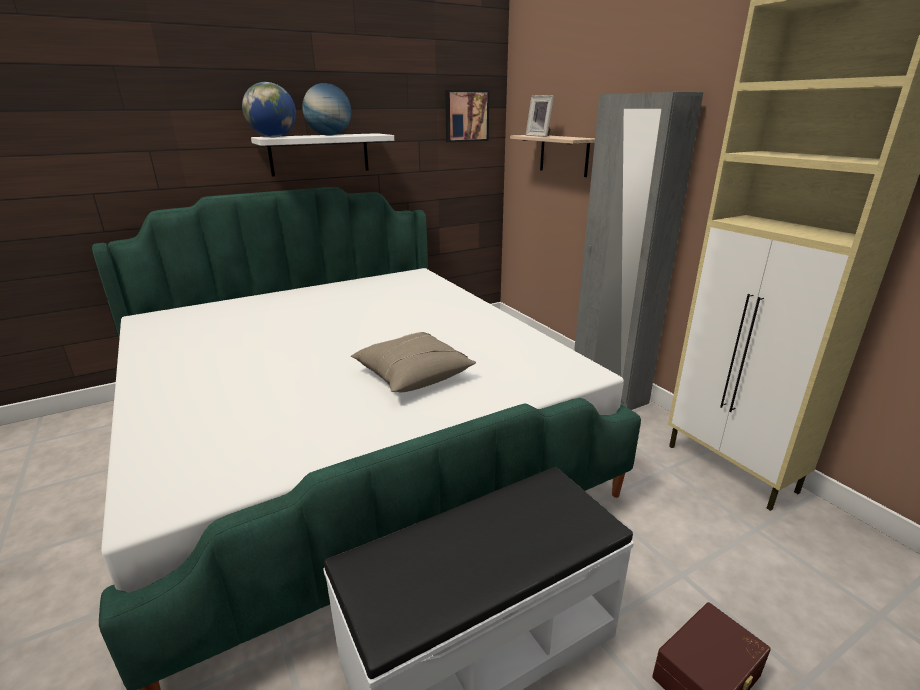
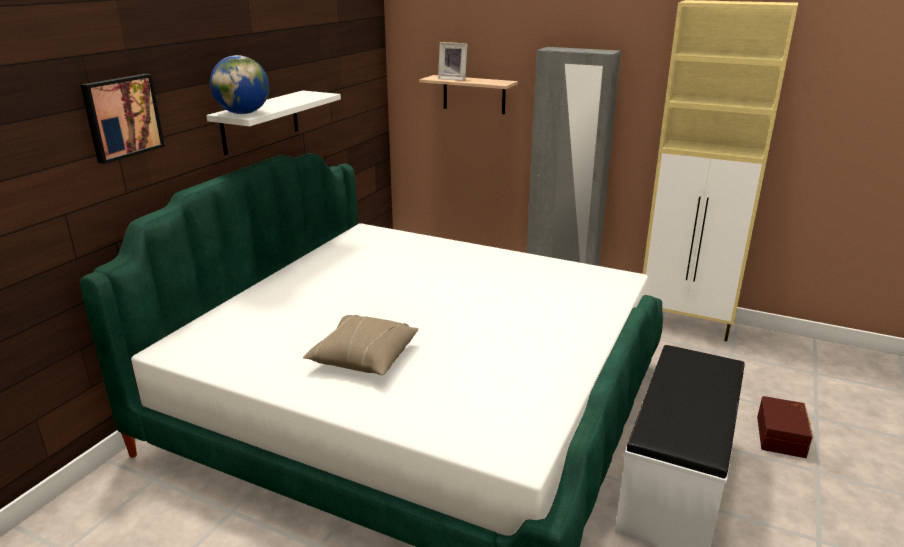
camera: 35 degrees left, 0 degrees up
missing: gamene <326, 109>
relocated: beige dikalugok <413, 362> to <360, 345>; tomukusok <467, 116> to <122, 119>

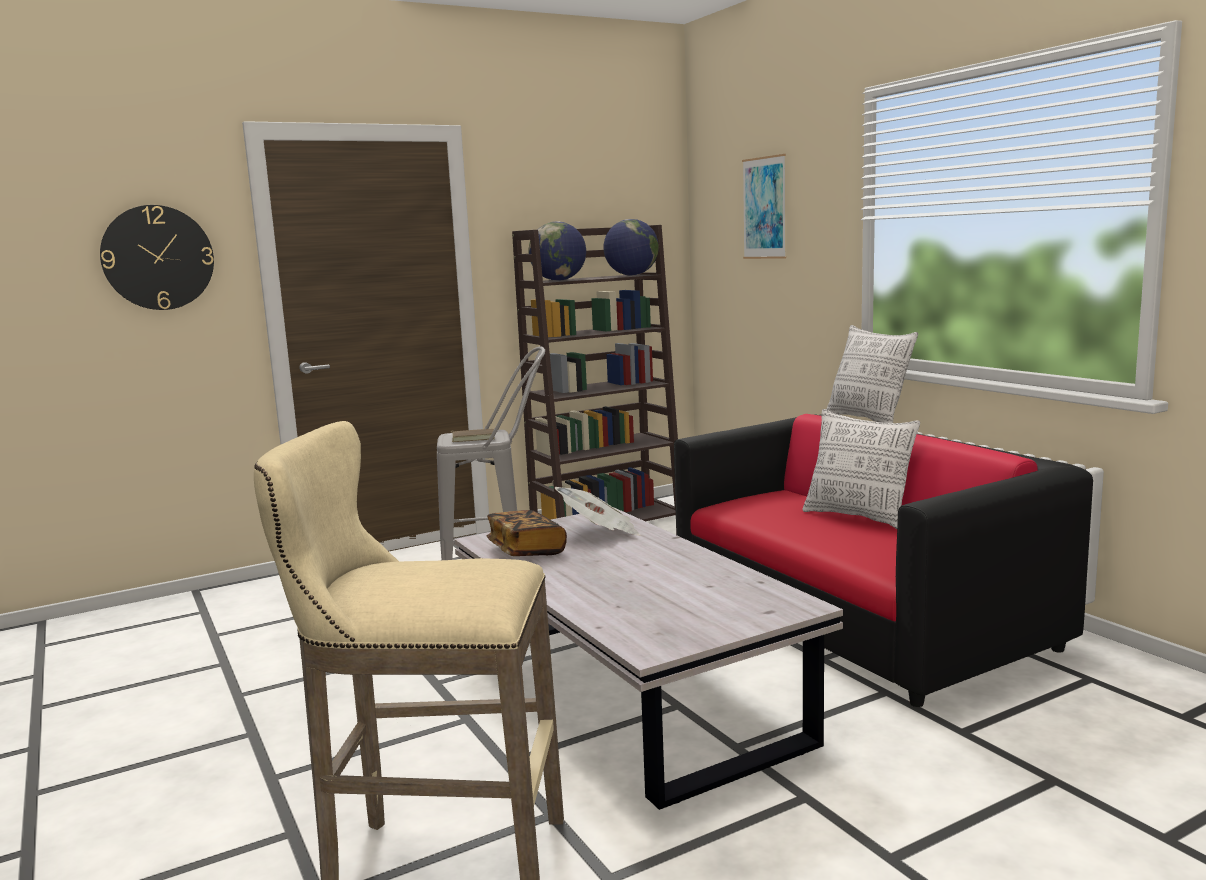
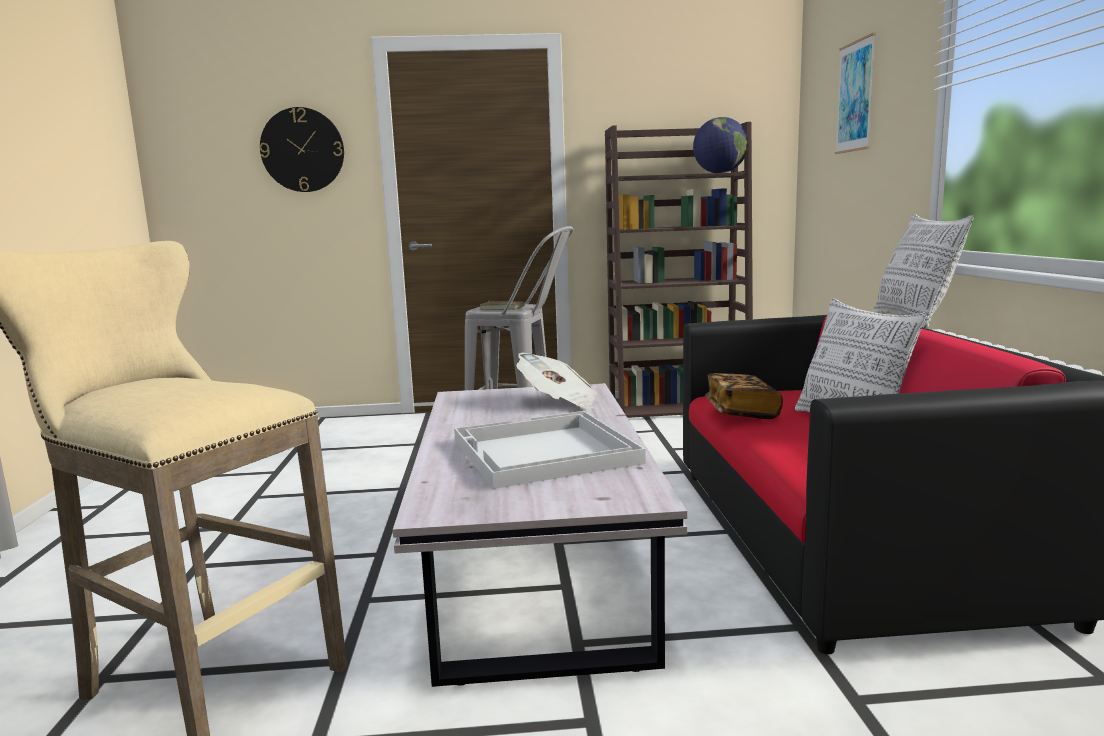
camera: 25 degrees right, 0 degrees up
missing: gamene <557, 251>
appeared: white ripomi <550, 450>
relocated: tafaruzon <526, 533> to <744, 396>

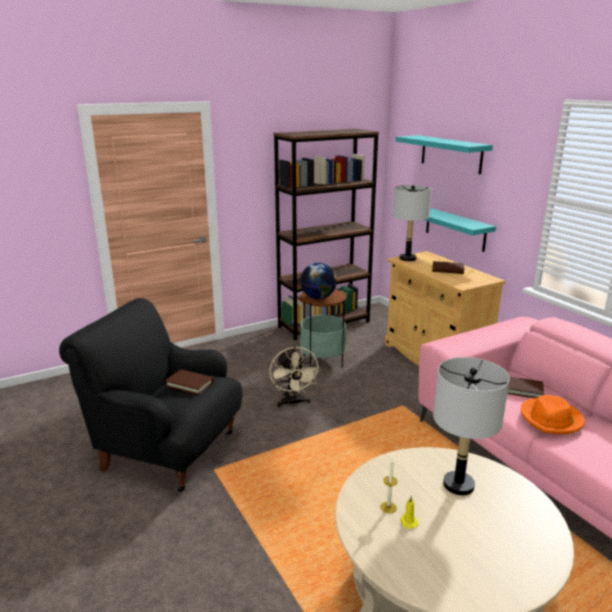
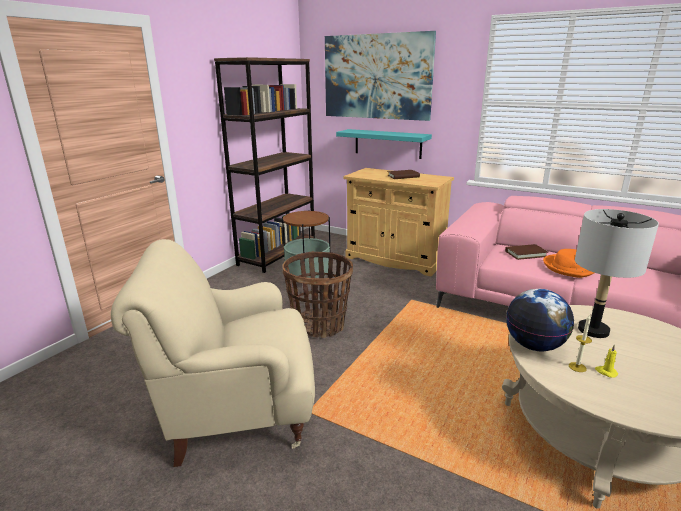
camera: 30 degrees left, 0 degrees up
missing: brown tafaruzon <189, 382>; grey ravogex <412, 223>
relocated: gamene <318, 281> to <540, 320>
exchanged: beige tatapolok <295, 376> to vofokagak <317, 294>; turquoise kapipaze <444, 154> to tomukusok <380, 76>
colour: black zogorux <150, 395> to beige zogorux <213, 353>

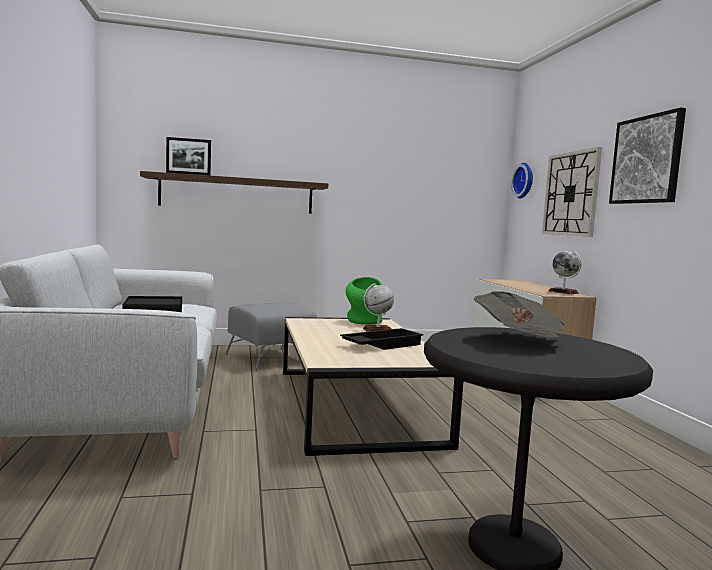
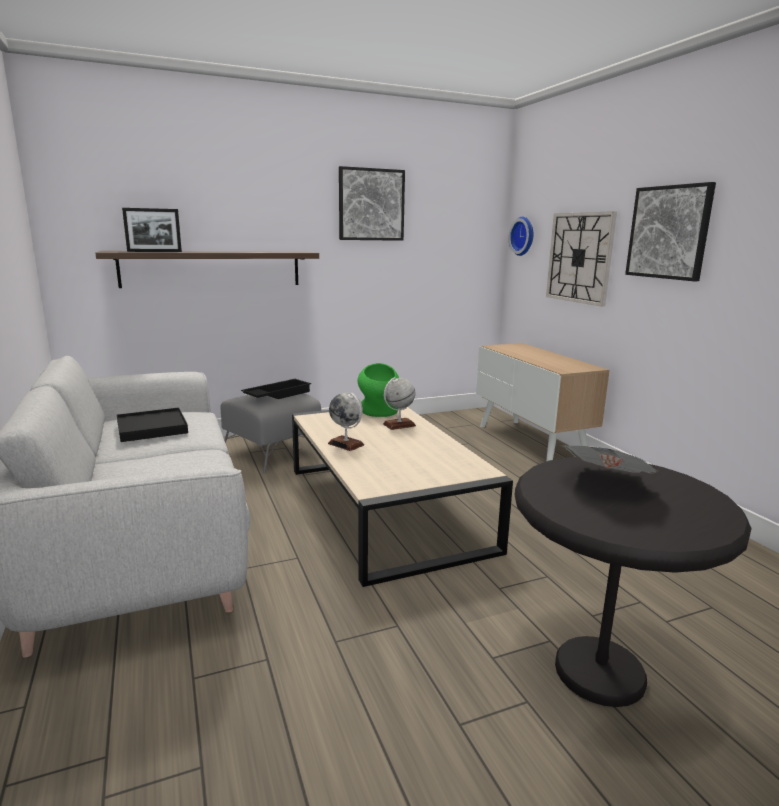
camera: 10 degrees left, 10 degrees up
appeared: tomukusok <372, 203>
relocated: black ripomi <382, 339> to <276, 389>; gamene <565, 272> to <346, 422>

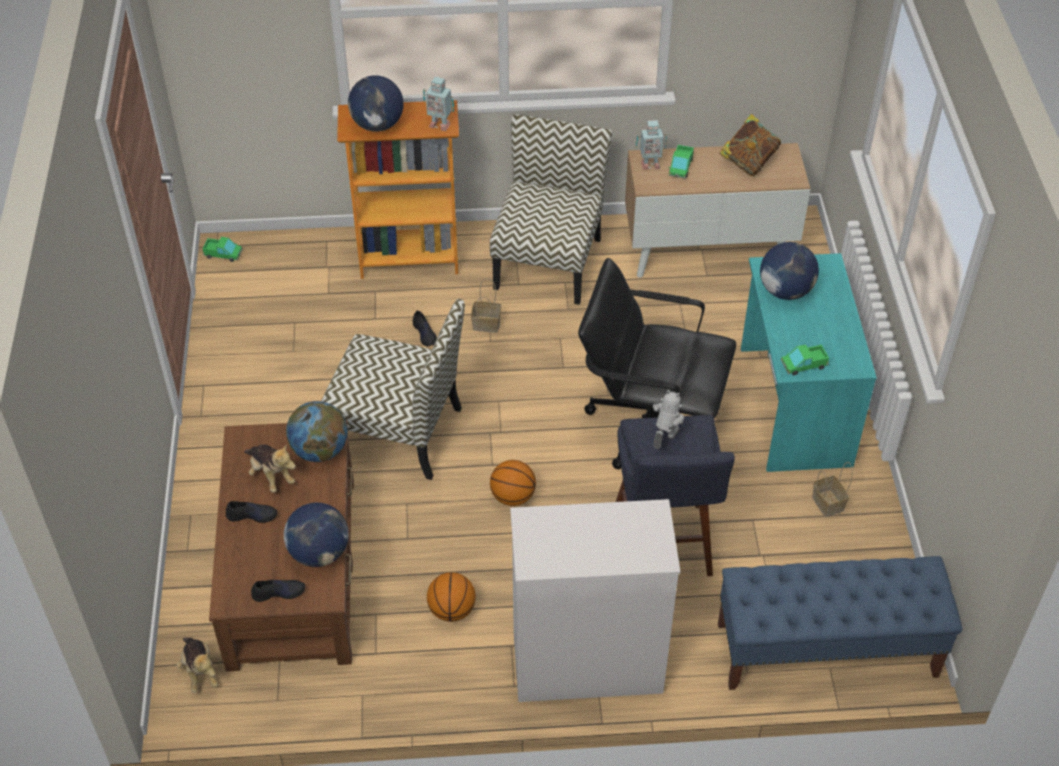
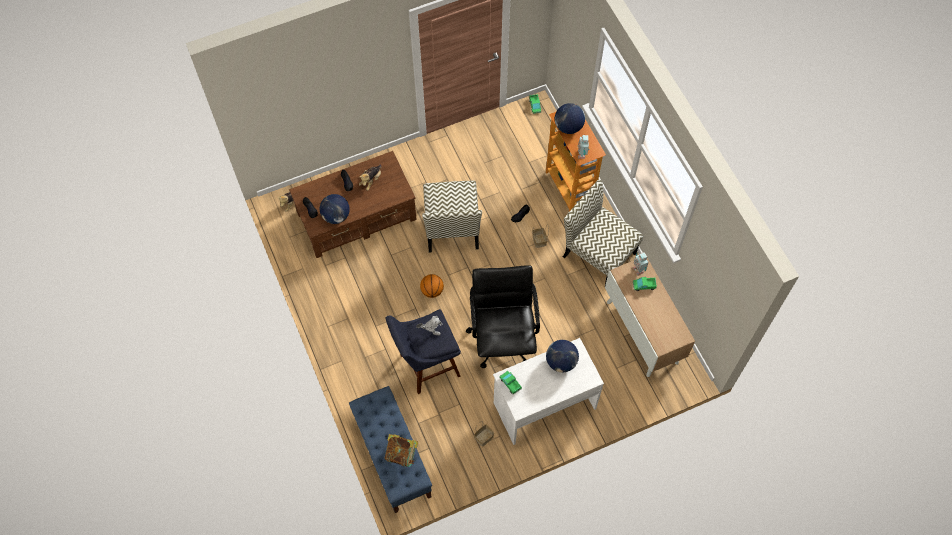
camera: 70 degrees right, 15 degrees up
missing: gamene <317, 431>; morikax <451, 597>; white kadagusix <595, 600>
relocated: tafaruzon <750, 145> to <401, 450>
colour: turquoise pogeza <809, 362> to white pogeza <548, 391>
spun: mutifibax <551, 209> = <602, 232> 135 degrees counterclockwise

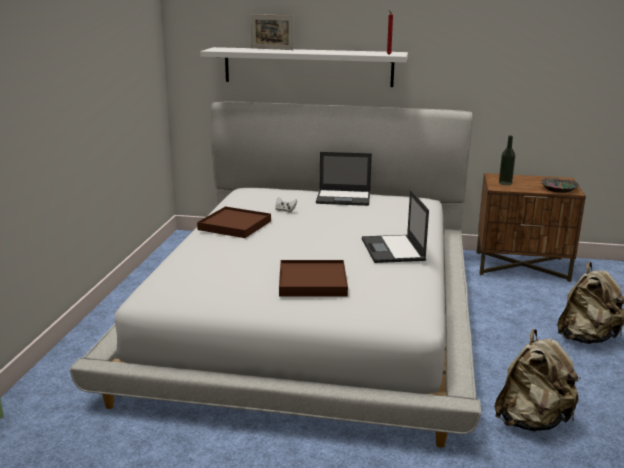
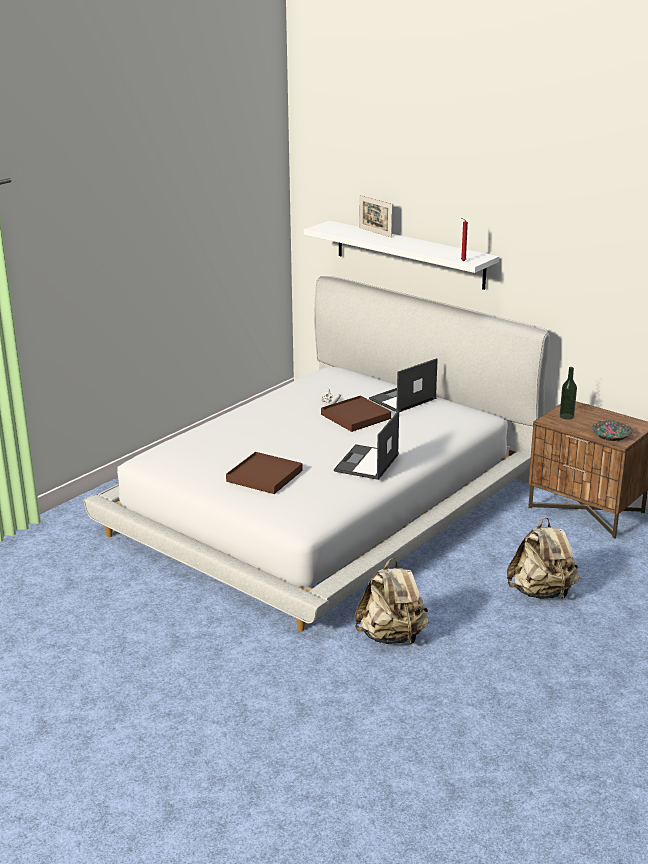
camera: 30 degrees right, 5 degrees up
relocated: brown ripomi <234, 222> to <356, 414>
spun: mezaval <344, 179> = <403, 385> 105 degrees clockwise

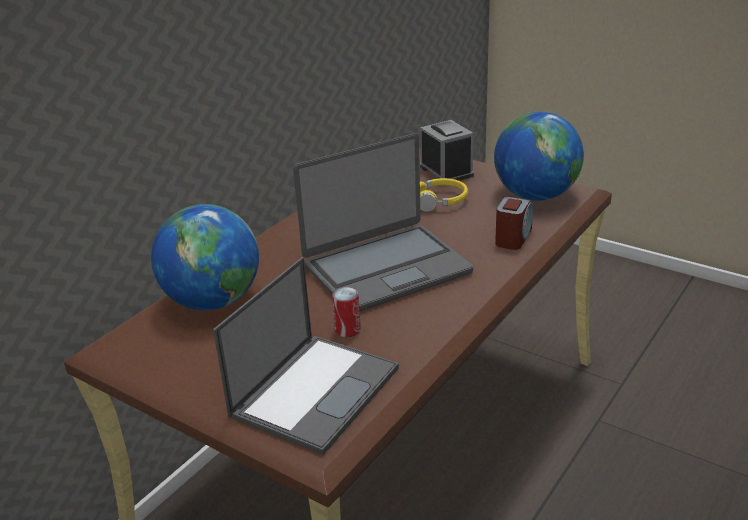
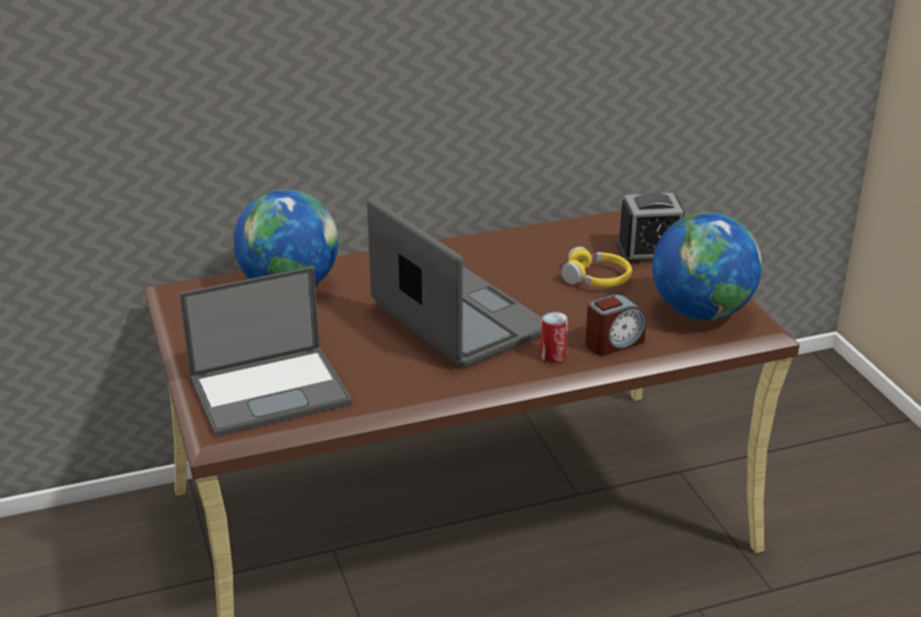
camera: 35 degrees right, 0 degrees up
relocated: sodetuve <346, 312> to <554, 337>
spun: mezaval <383, 223> = <454, 283> 135 degrees counterclockwise; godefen <447, 150> = <650, 228> 75 degrees clockwise

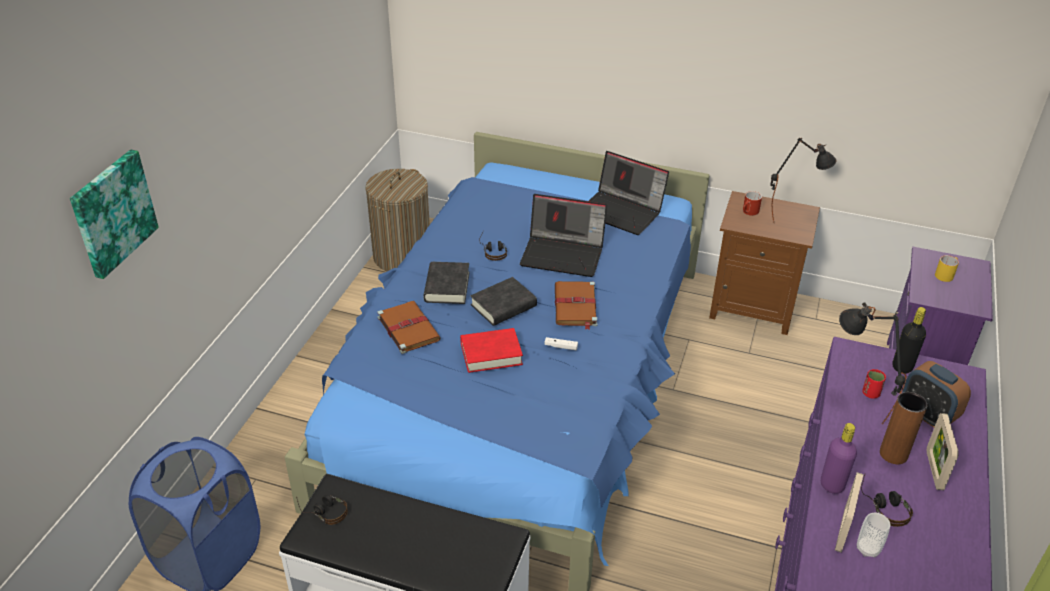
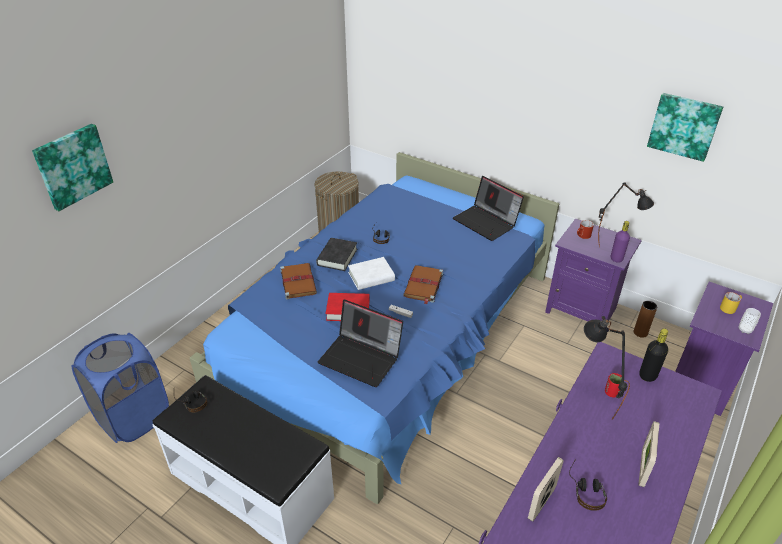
camera: 15 degrees right, 0 degrees up
missing: godefen <936, 394>
appeared: tomukusok <685, 127>
relocated: mezaval <563, 235> to <360, 343>; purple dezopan <839, 458> to <620, 242>; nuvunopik <873, 535> to <749, 321>; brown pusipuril <903, 428> to <645, 319>
colour: black tafaruzon <504, 301> to white tafaruzon <371, 273>; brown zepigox <764, 263> to purple zepigox <593, 270>

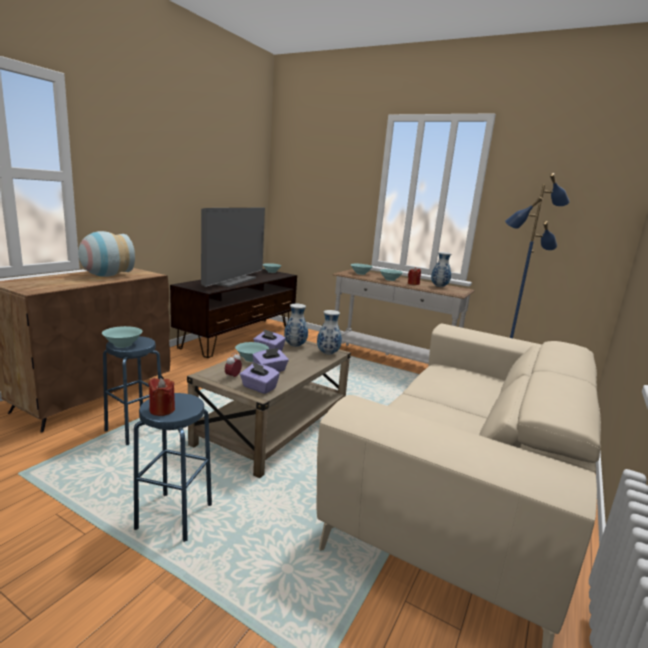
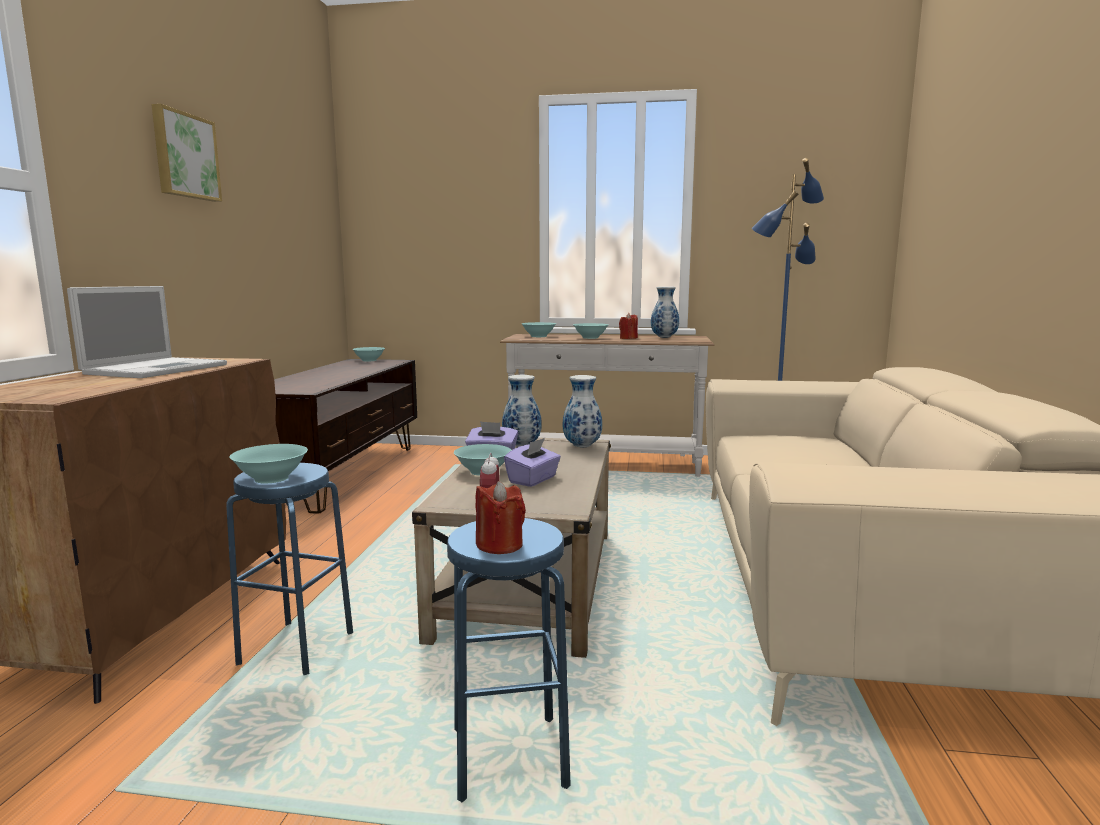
camera: 20 degrees left, 5 degrees down
missing: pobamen <233, 247>; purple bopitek <260, 378>
appeared: tomukusok <186, 153>
exchanged: pusipuril <106, 254> to mezaval <147, 332>

